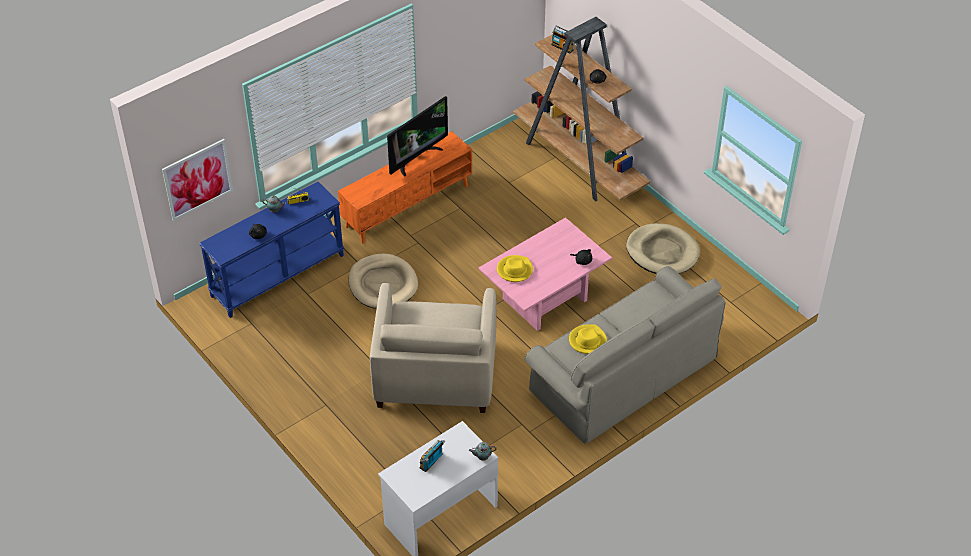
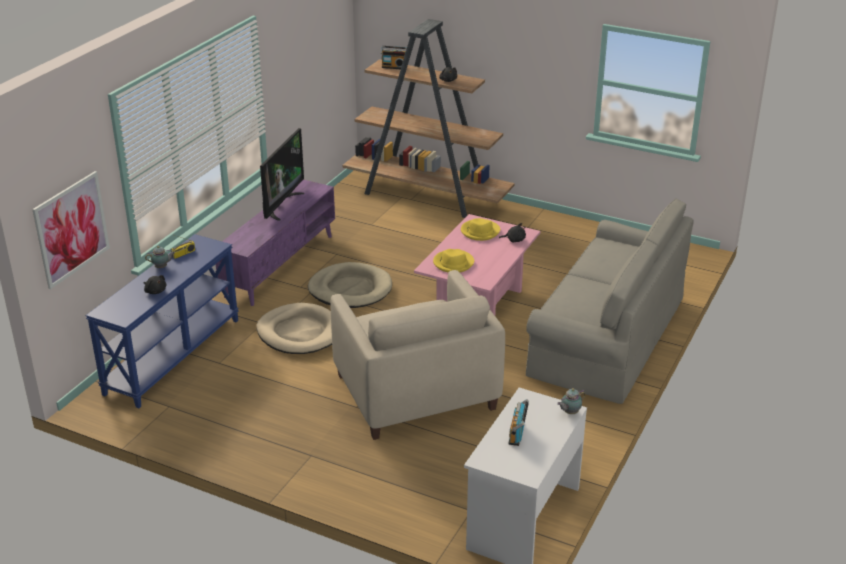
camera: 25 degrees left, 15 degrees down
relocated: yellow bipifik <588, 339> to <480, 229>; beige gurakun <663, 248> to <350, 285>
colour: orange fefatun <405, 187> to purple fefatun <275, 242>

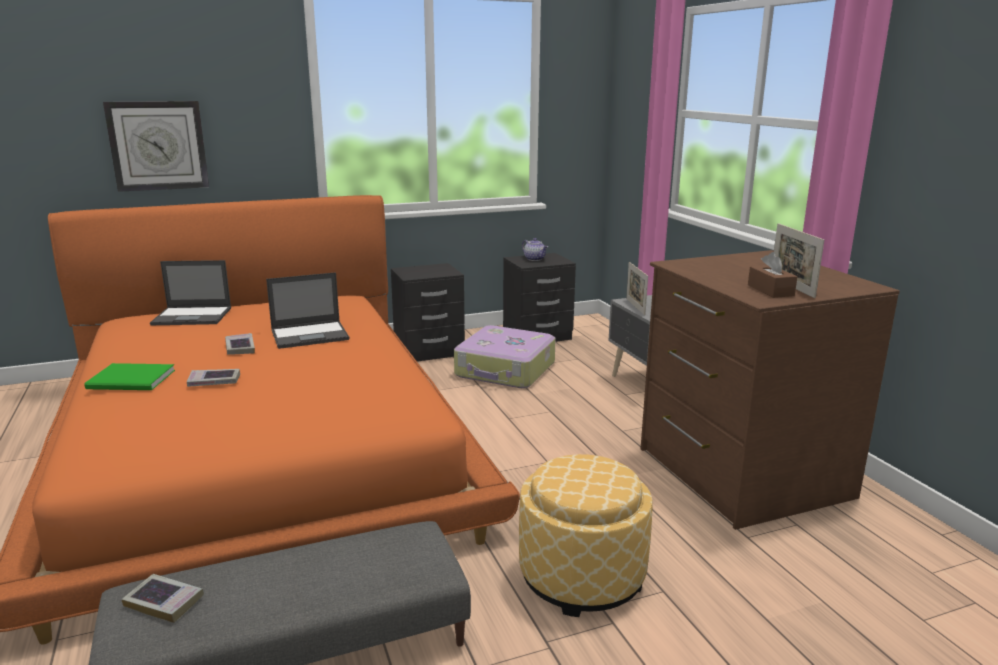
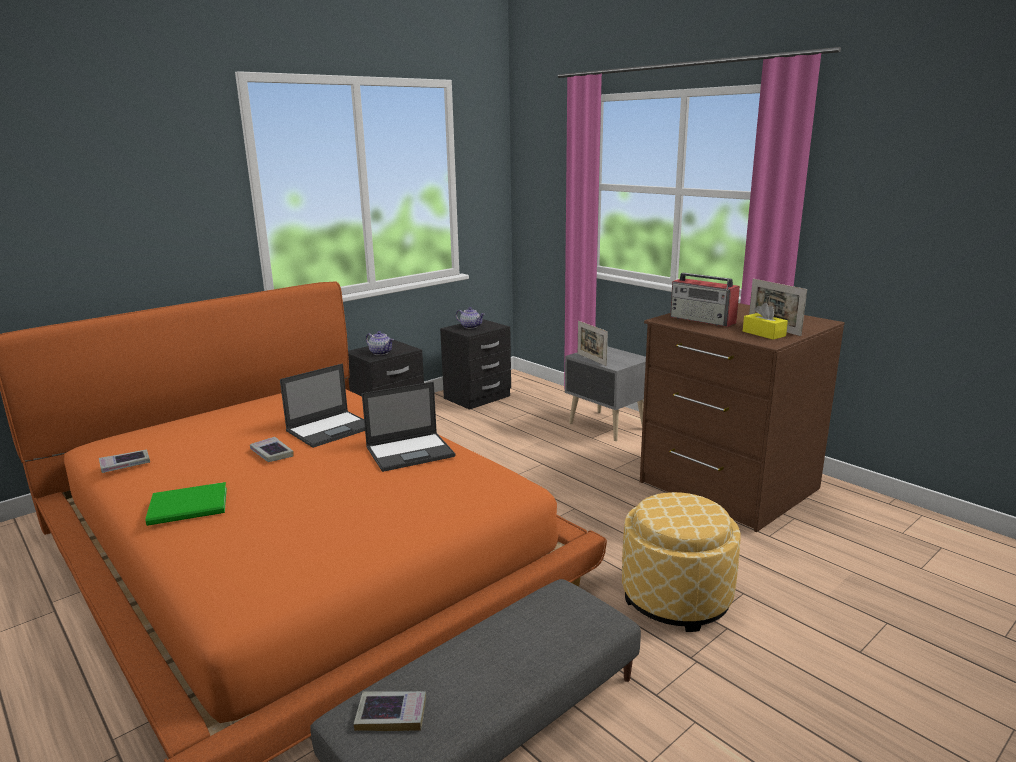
camera: 20 degrees left, 0 degrees up
missing: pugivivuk <156, 146>; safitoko <505, 356>
appeared: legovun <380, 343>; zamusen <705, 300>
relocated: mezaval <190, 292> to <408, 427>; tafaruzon <213, 378> to <124, 461>
colour: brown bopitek <772, 275> to yellow bopitek <765, 321>

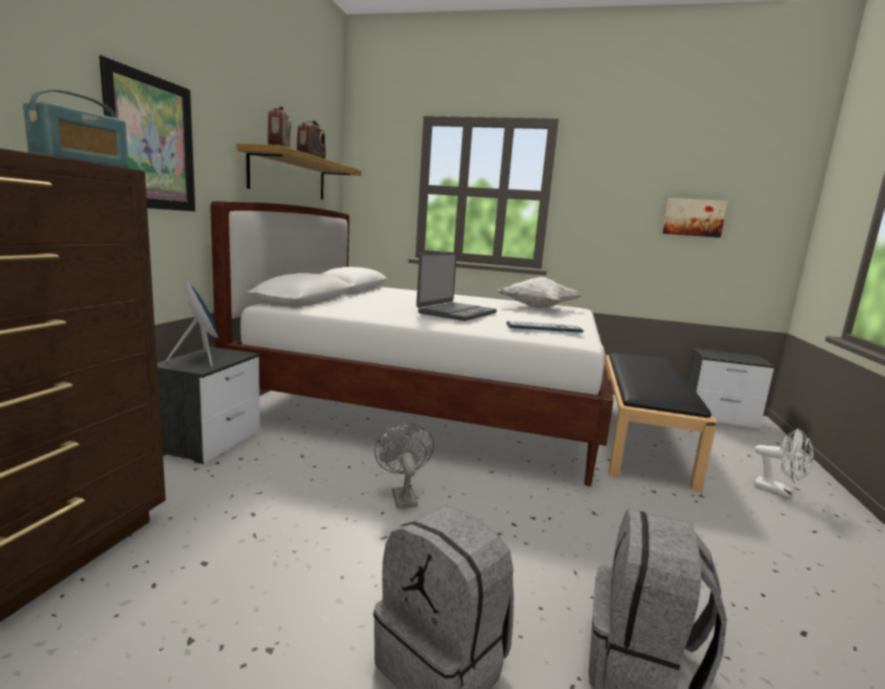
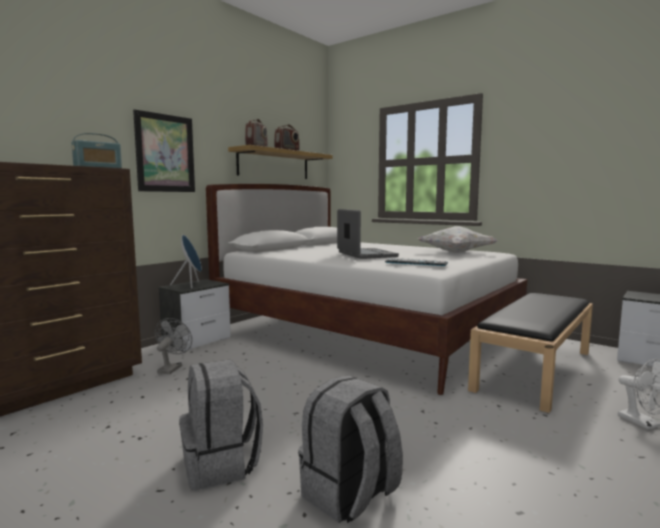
camera: 25 degrees right, 5 degrees down
missing: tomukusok <695, 218>
relocated: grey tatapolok <404, 466> to <173, 346>
spun: mezaval <456, 286> = <368, 234> 75 degrees counterclockwise

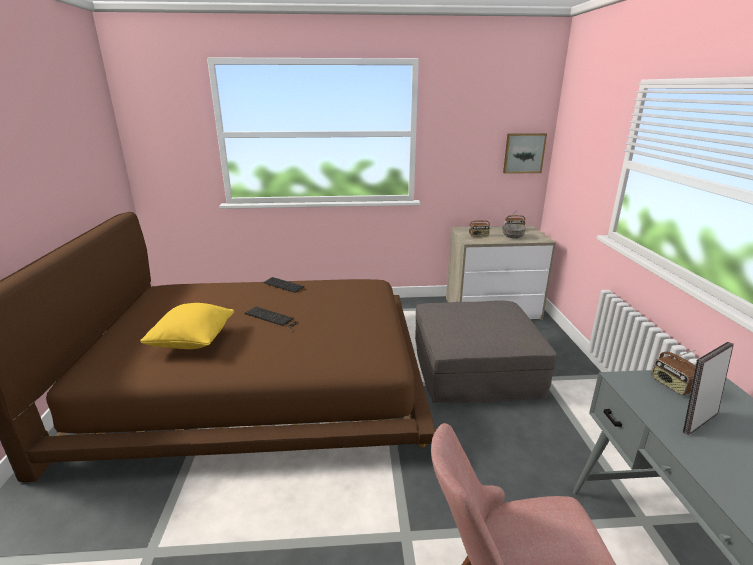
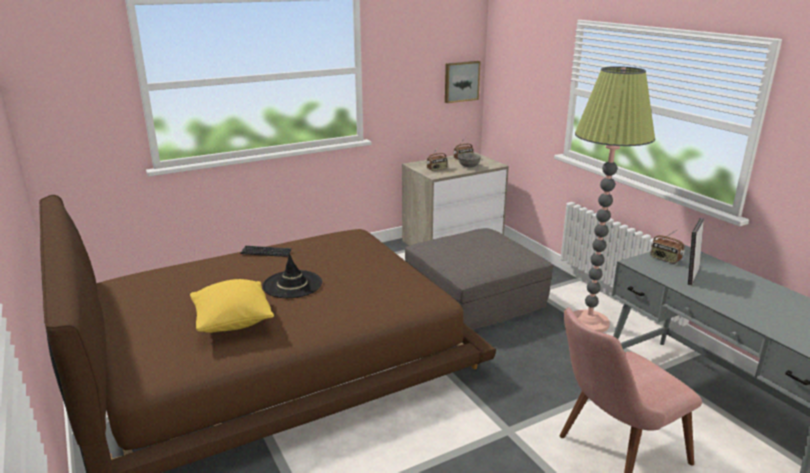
camera: 25 degrees left, 0 degrees up
appeared: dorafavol <614, 199>
exchanged: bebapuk <272, 319> to black bipifik <292, 275>

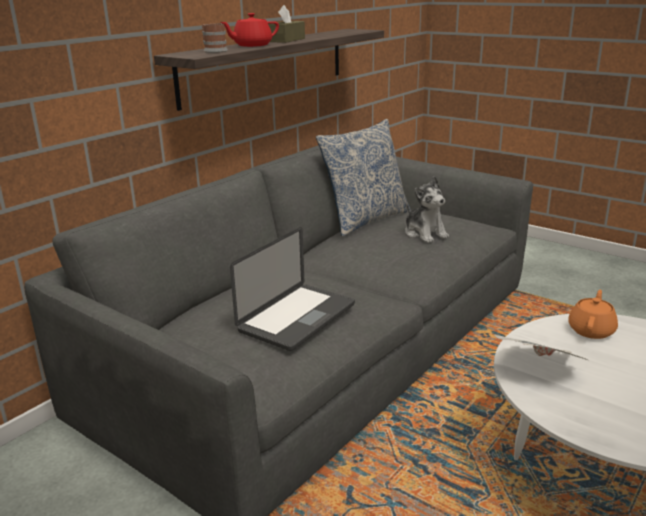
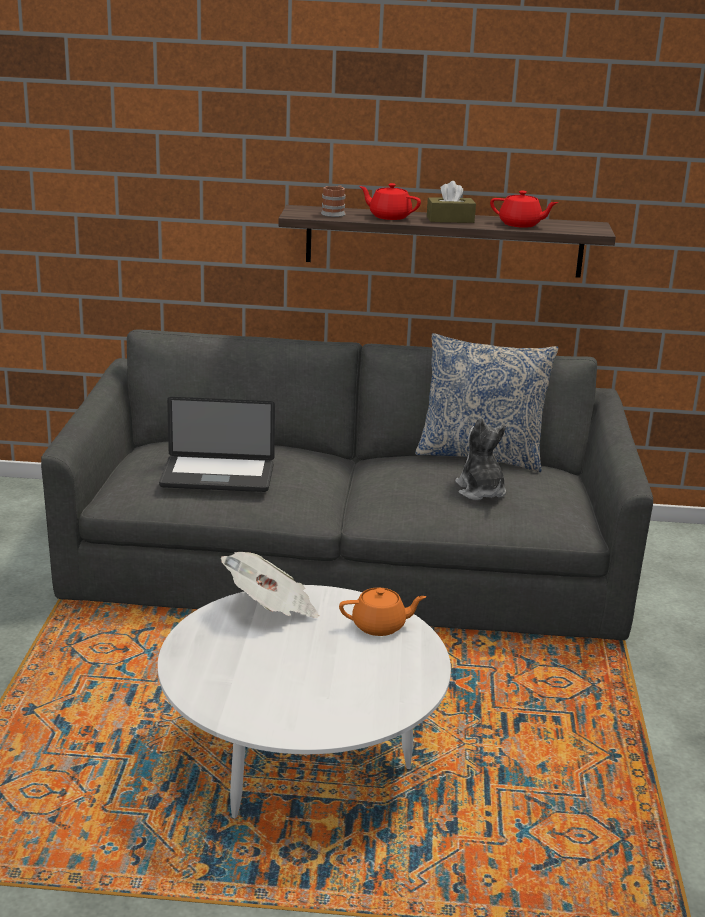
camera: 55 degrees right, 0 degrees up
appeared: red legovun <524, 209>
spun: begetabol <427, 209> = <480, 458> 135 degrees clockwise

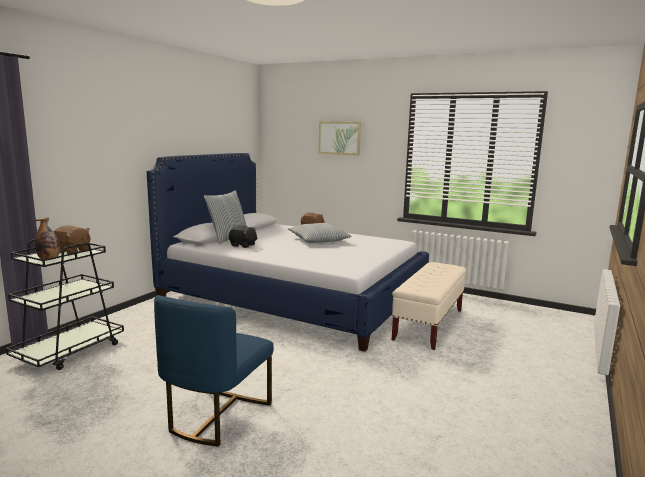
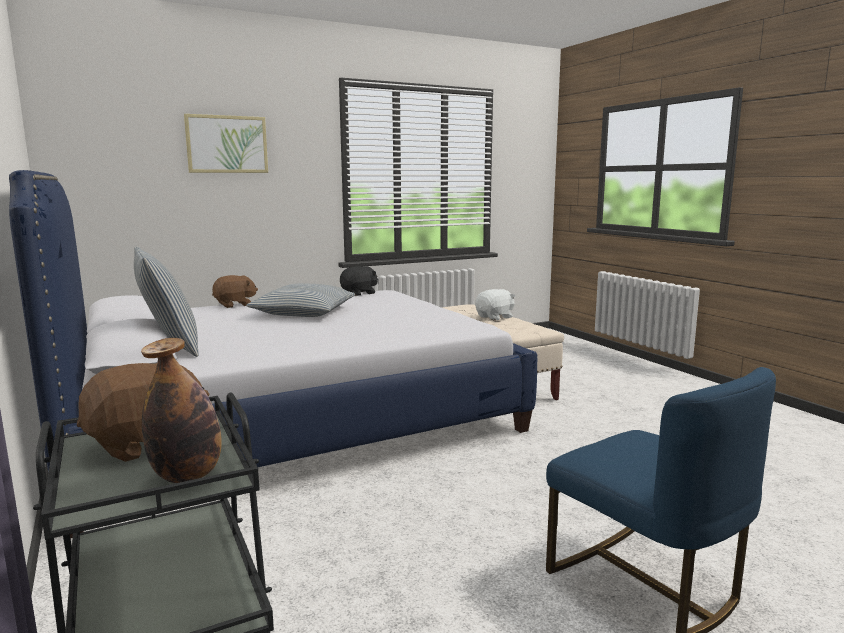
camera: 55 degrees left, 0 degrees up
appeared: white begetabol <495, 305>
relocated: black begetabol <243, 236> to <359, 281>

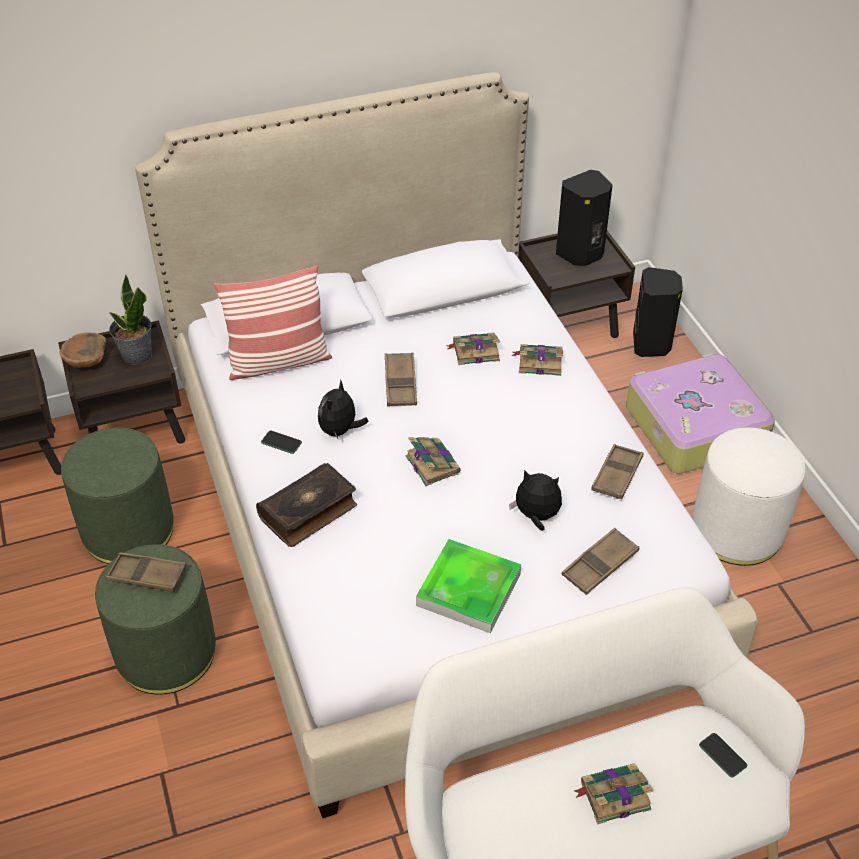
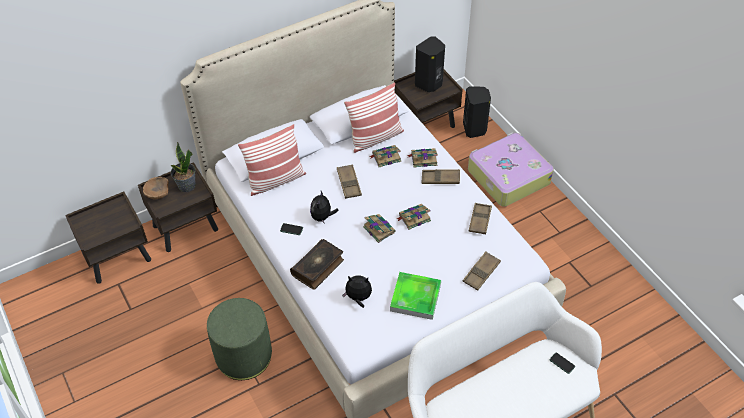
camera: 10 degrees left, 5 degrees up
missing: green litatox <117, 496>; white litatox <748, 497>
appeared: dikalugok <374, 117>
relocated: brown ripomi <146, 572> to <440, 176>; begetabol <535, 500> to <357, 291>; tafaruzon <614, 794> to <414, 217>

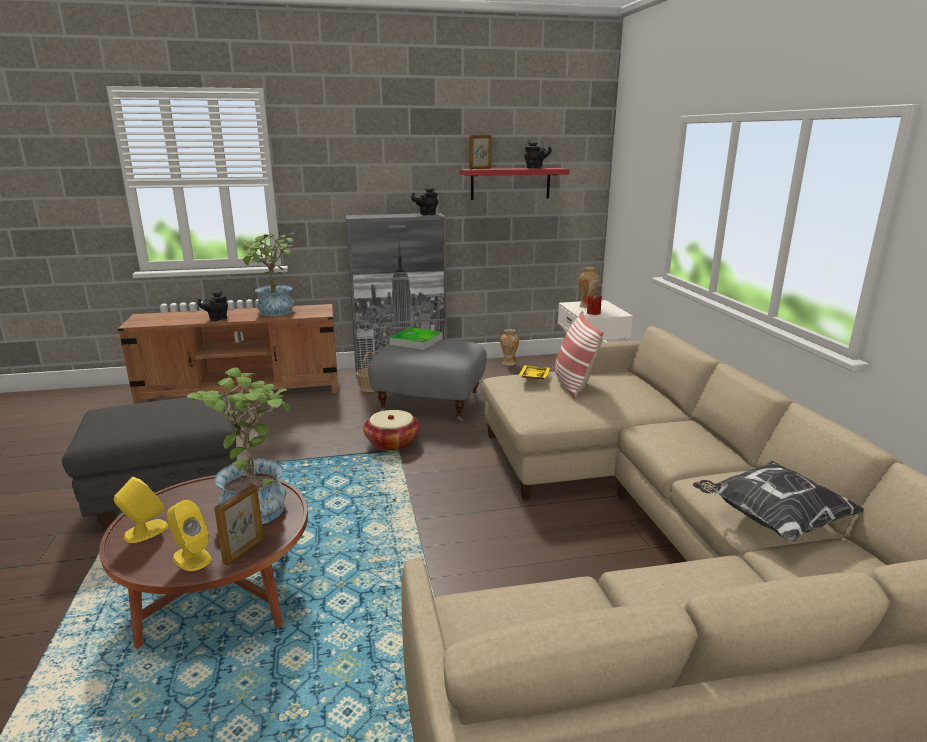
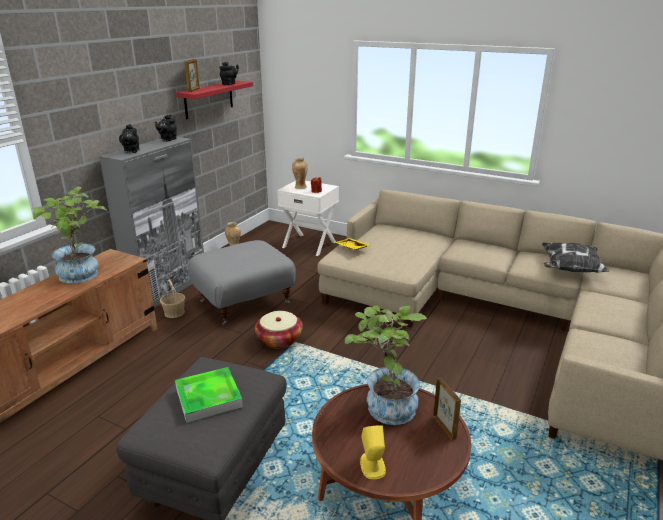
camera: 50 degrees left, 5 degrees up
missing: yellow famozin <189, 535>; dikalugok <579, 354>
relocated: black legovun <213, 306> to <129, 138>; ripomi <416, 338> to <209, 395>

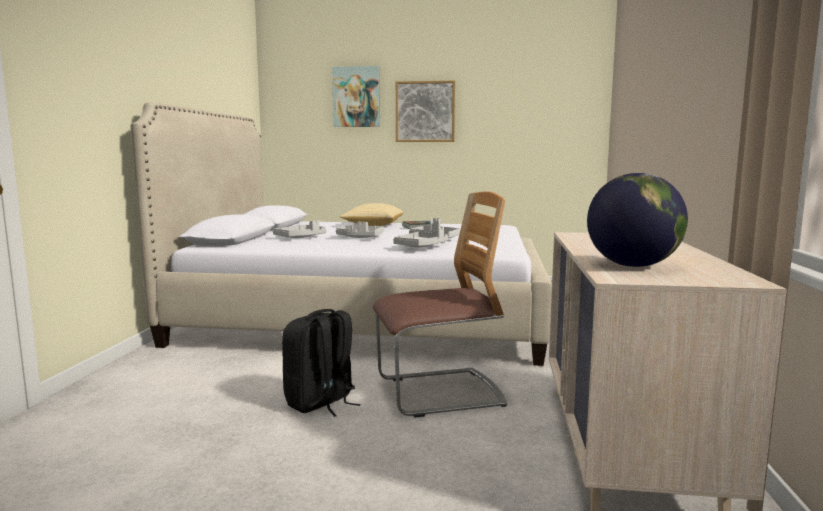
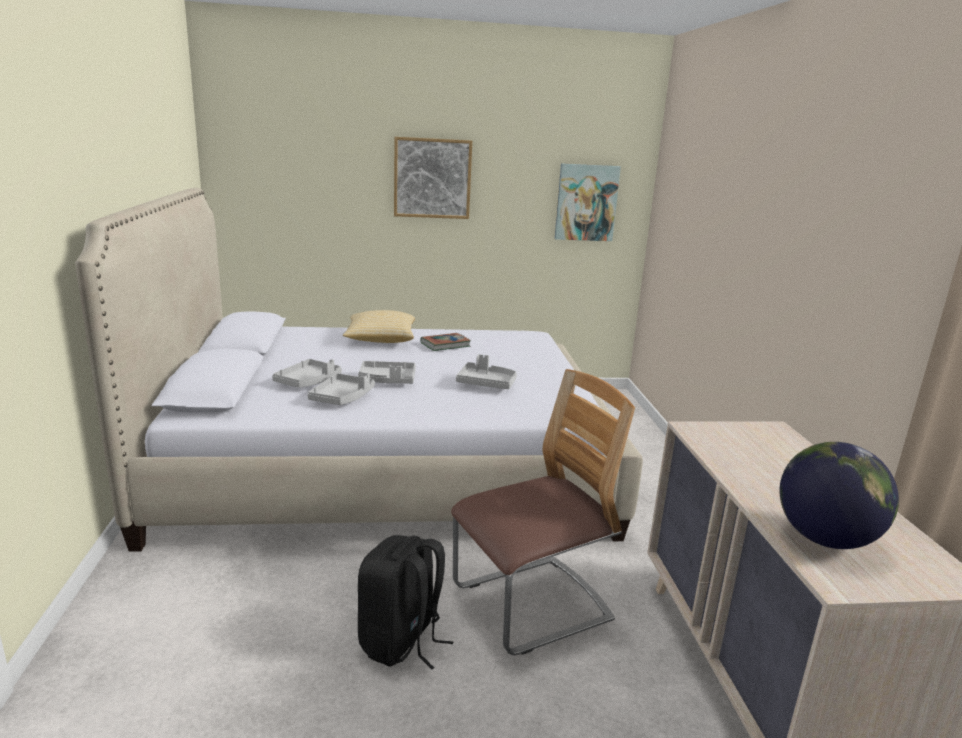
camera: 15 degrees left, 10 degrees up
relocated: tomukusok <356, 96> to <588, 202>; grey ripomi <420, 236> to <341, 389>

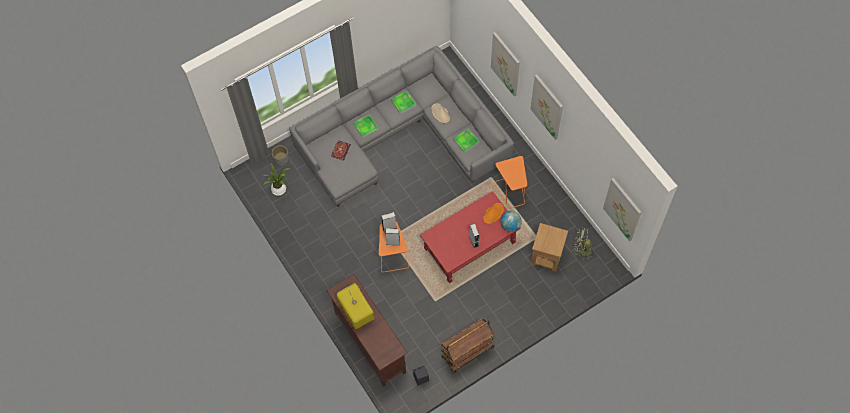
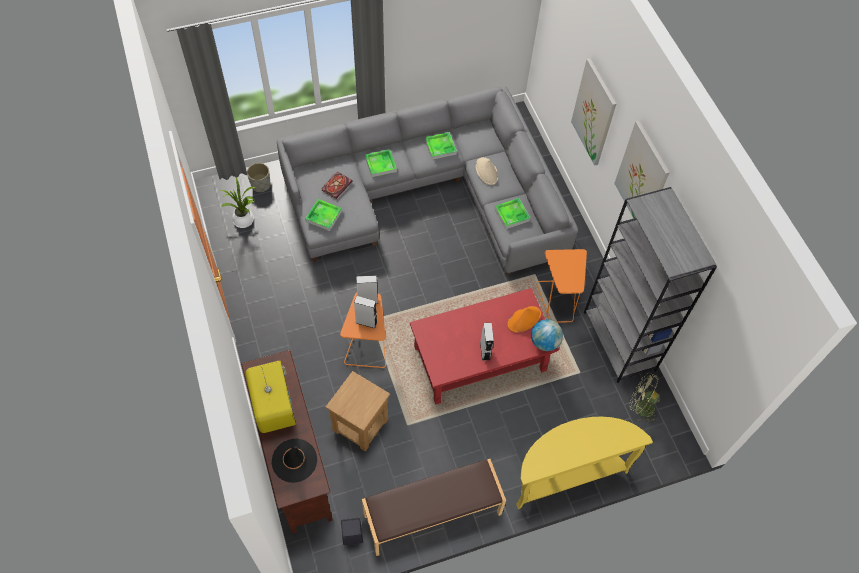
camera: 10 degrees right, 5 degrees down
missing: tomukusok <622, 209>
appeared: black bipifik <294, 461>; ripomi <323, 215>; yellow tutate <584, 463>; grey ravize <650, 285>
relocated: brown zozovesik <549, 247> to <358, 411>
exchanged: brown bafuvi <468, 346> to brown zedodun <434, 507>

